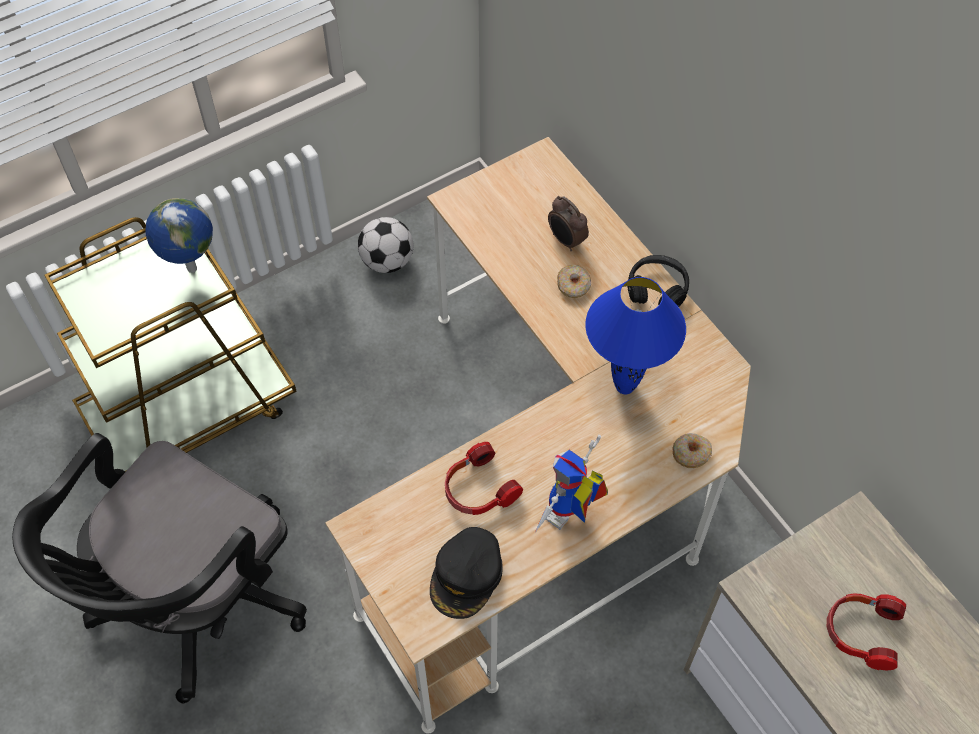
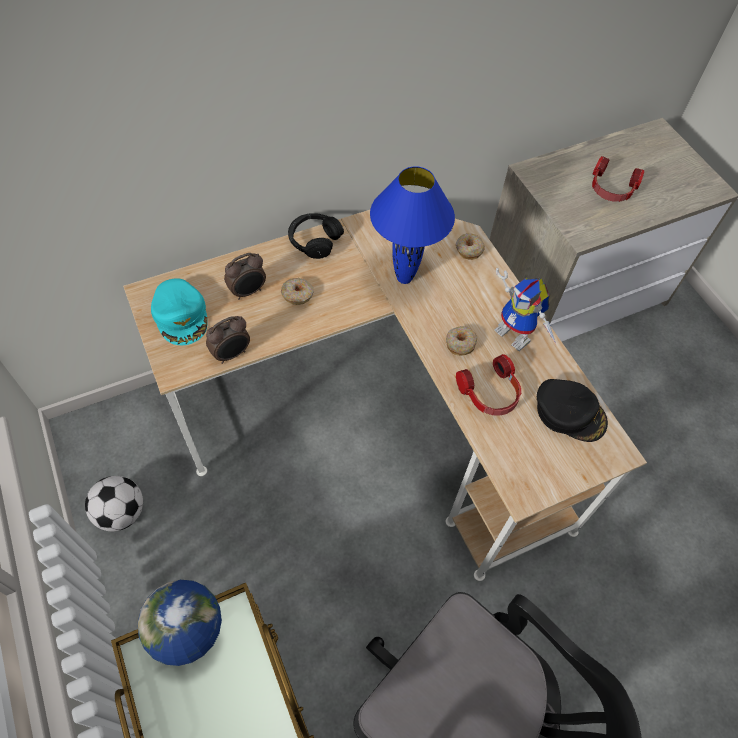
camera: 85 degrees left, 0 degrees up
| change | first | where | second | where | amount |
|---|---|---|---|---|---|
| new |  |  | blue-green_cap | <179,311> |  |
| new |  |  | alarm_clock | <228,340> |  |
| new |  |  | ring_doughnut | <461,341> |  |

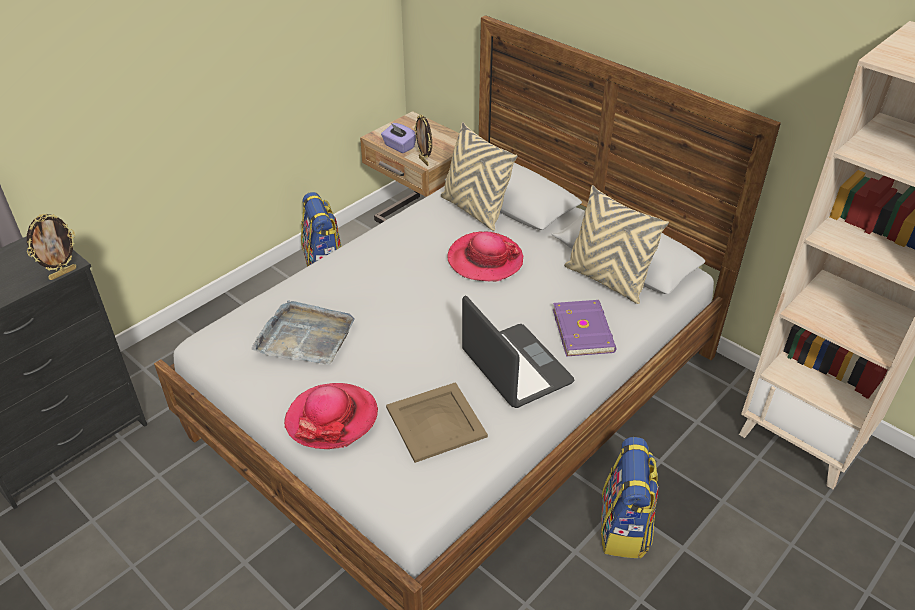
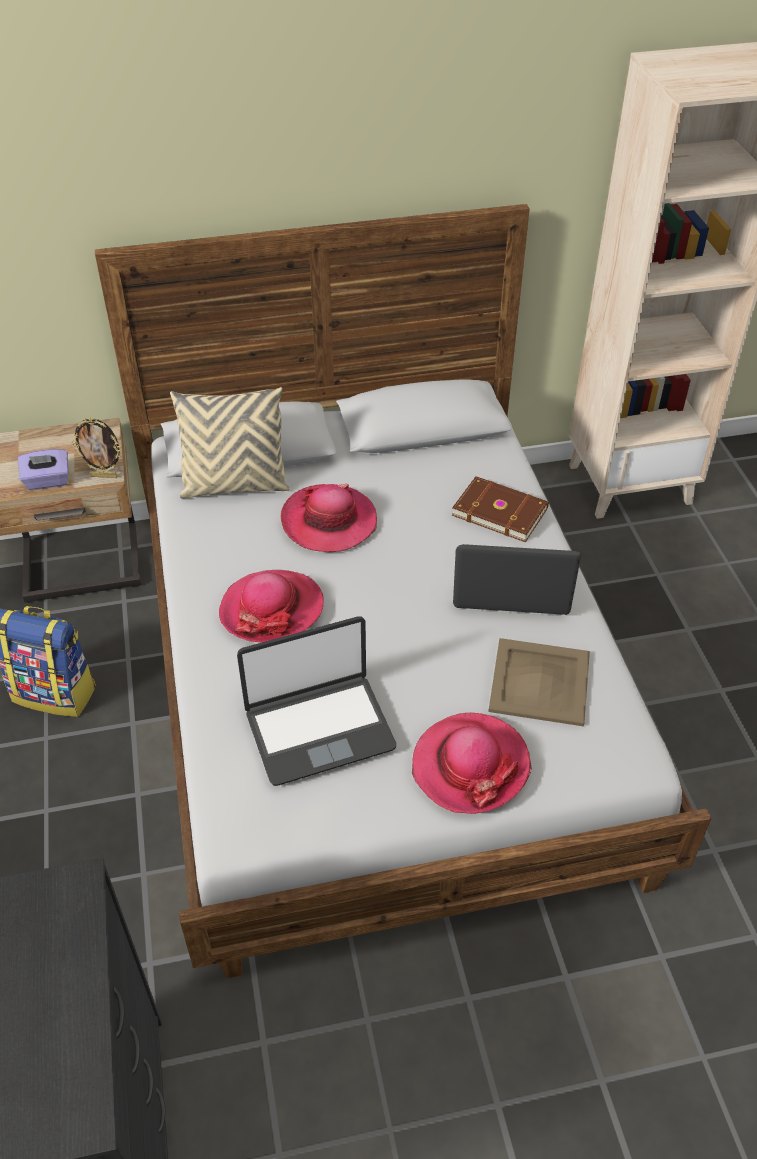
camera: 55 degrees left, 5 degrees up
| change | first | where | second | where | amount |
|---|---|---|---|---|---|
| gone | photo_frame | <51,247> |  |  |  |
| gone | beige-coloured_pillow | <616,244> |  |  |  |
| gone | rucksack | <630,498> |  |  |  |
| new |  |  | hat | <271,606> |  |
| swapped | grey_carrying_tray | <303,332> | portable_computer | <316,701> |  |
| repainted | purple-coloured_book | <584,328> | brown_book | <500,509> |  |

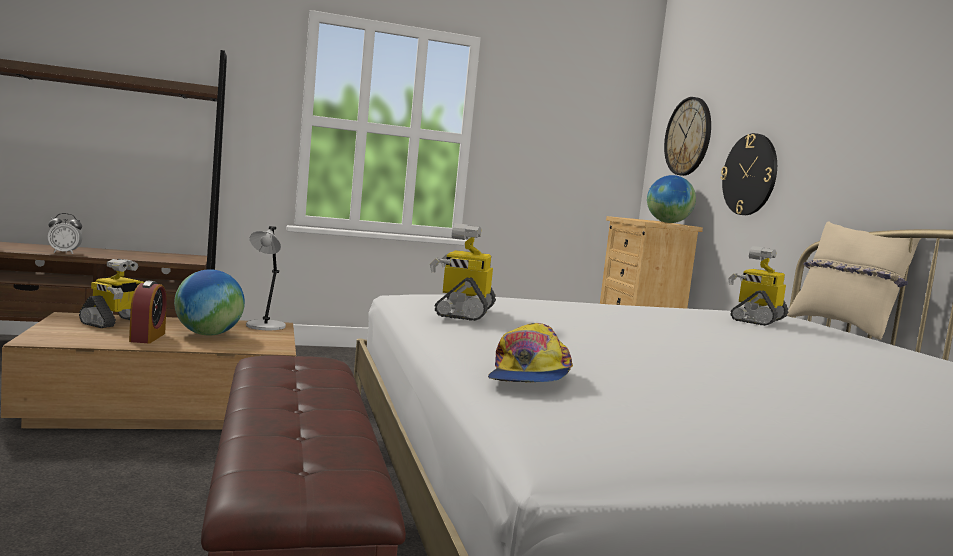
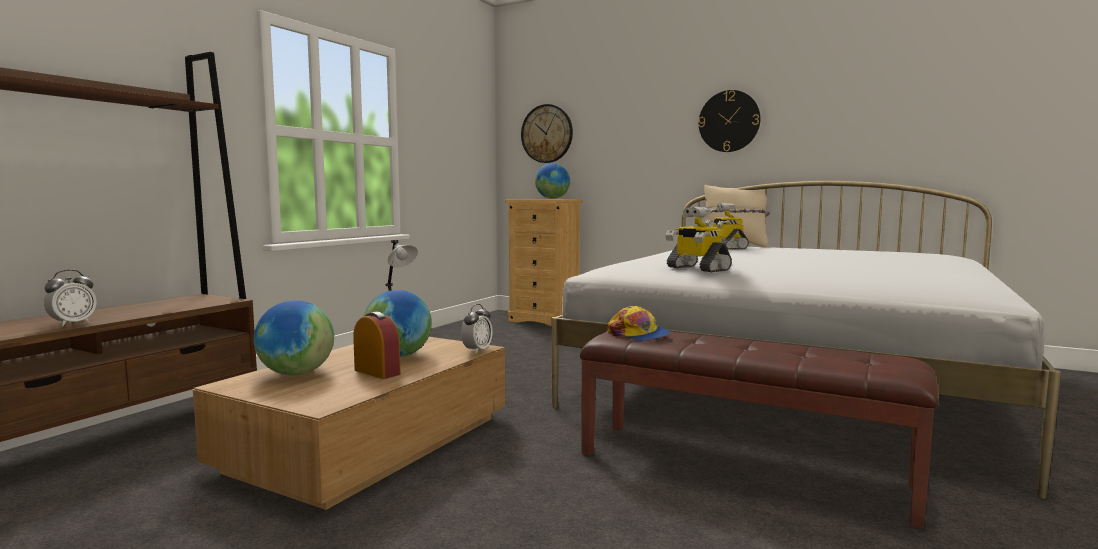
camera: 45 degrees left, 0 degrees up
| change | first | where | second | where | amount |
|---|---|---|---|---|---|
| new |  |  | alarm_clock | <477,328> |  |
| shifted | cap | <530,352> |  | <638,324> |  |
| shifted | wall_clock | <748,174> |  | <730,121> |  |
| swapped | robot_figure | <111,293> | world_globe | <294,338> |  |

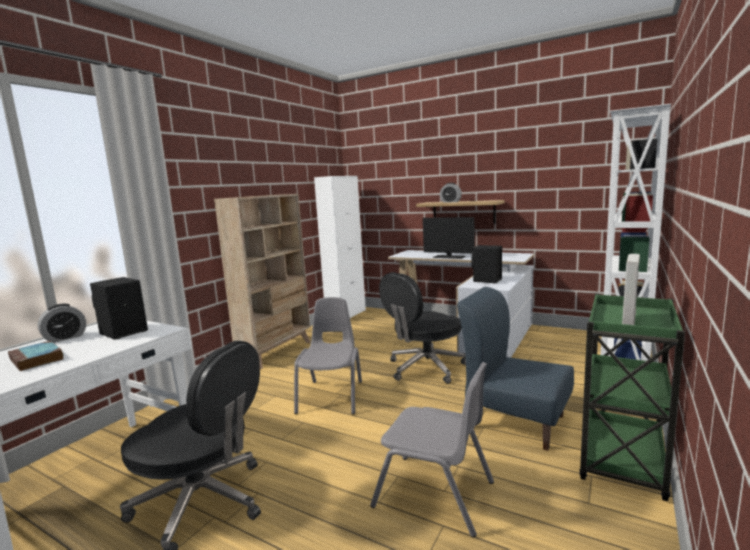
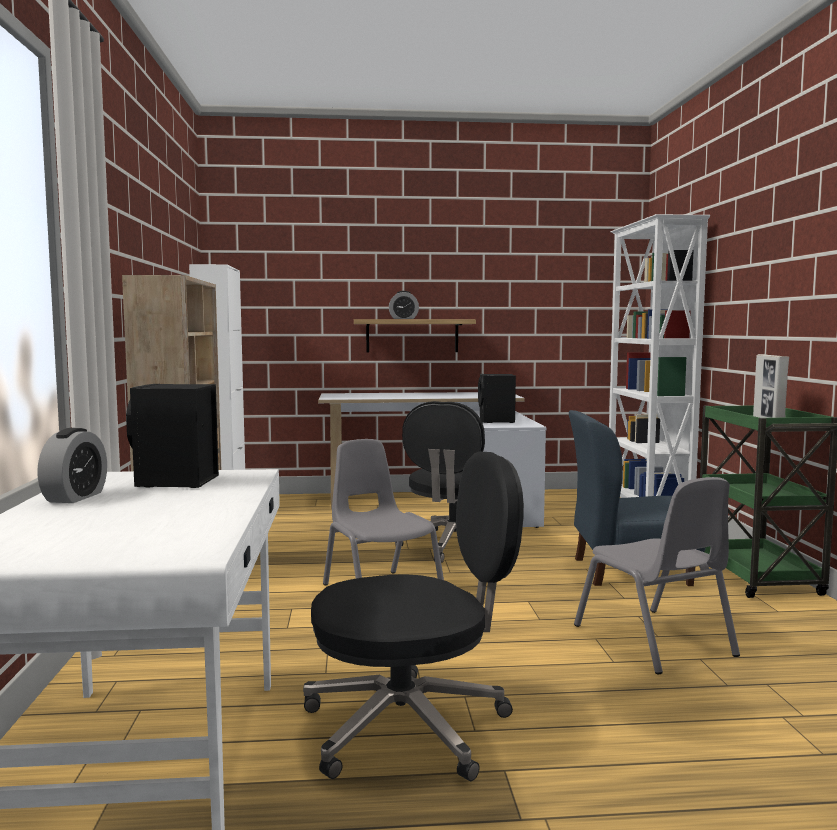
camera: 35 degrees left, 5 degrees down
| change | first | where | second | where | amount |
|---|---|---|---|---|---|
| gone | book | <35,356> |  |  |  |
| gone | computer_screen | <449,238> |  |  |  |
| rotated | grey_plain_chair | <432,449> |  | <657,575> | 75 degrees clockwise |

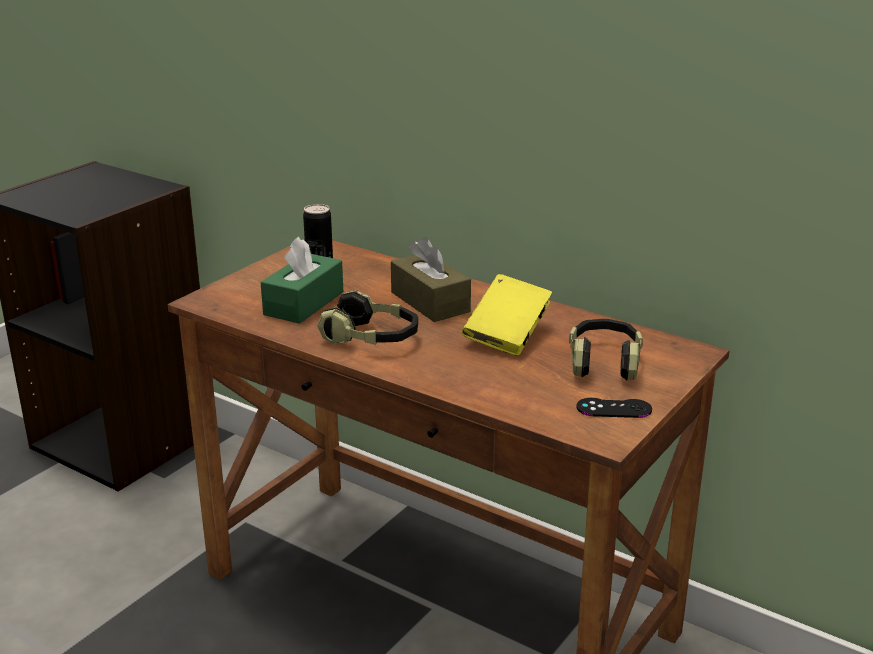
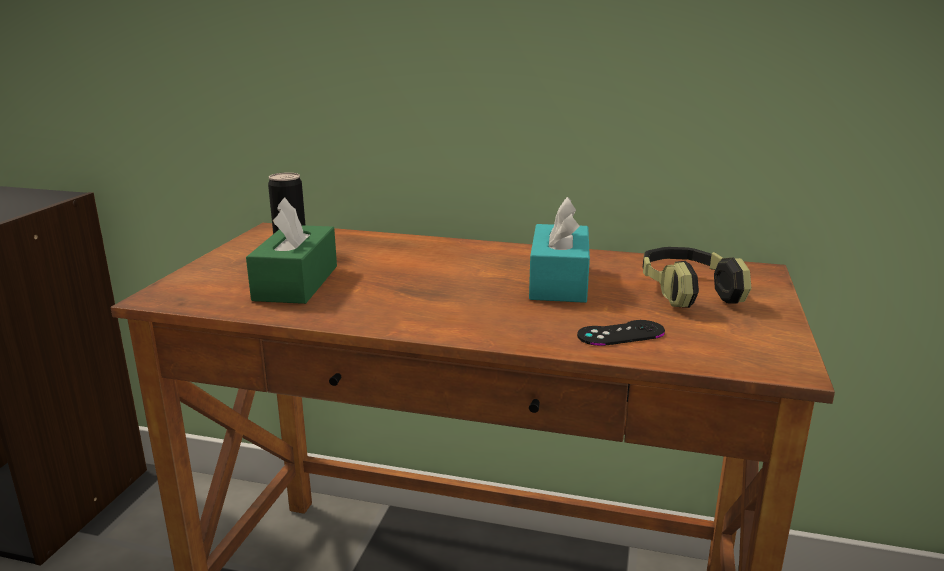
camera: 20 degrees left, 5 degrees down
| change | first | where | second | where | amount |
|---|---|---|---|---|---|
| gone | headphones | <367,317> |  |  |  |
| gone | brown_box_of_tissues | <431,279> |  |  |  |
| shifted | black_gamepad | <614,408> |  | <621,333> |  |
| swapped | yellowish_book | <507,315> | blue-green_box_of_tissues | <559,250> |  |

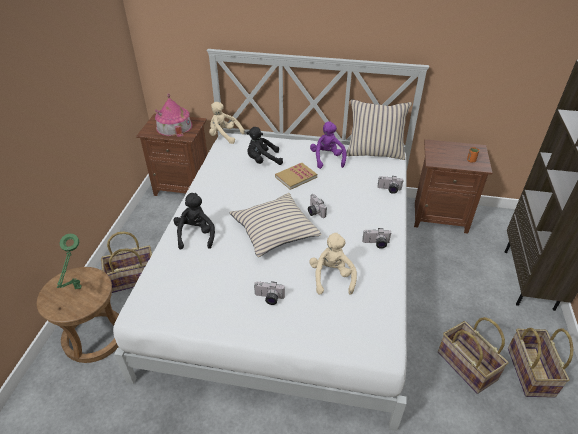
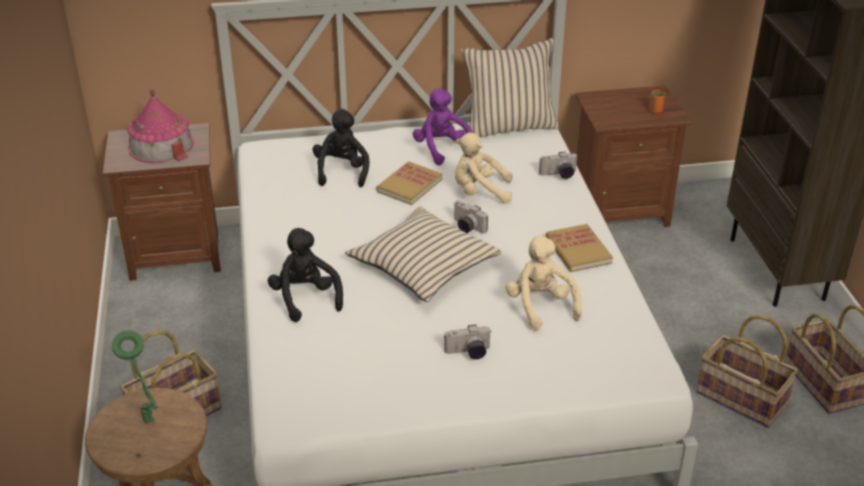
camera: 20 degrees left, 5 degrees down
| change | first | where | second | where | amount |
|---|---|---|---|---|---|
| shifted | beige-coloured_plush_toy | <227,123> |  | <484,168> |  |
| swapped | photo_camera | <376,238> | book | <579,248> |  |
| rotated | black_plush_toy | <264,146> |  | <341,148> | 120 degrees clockwise |

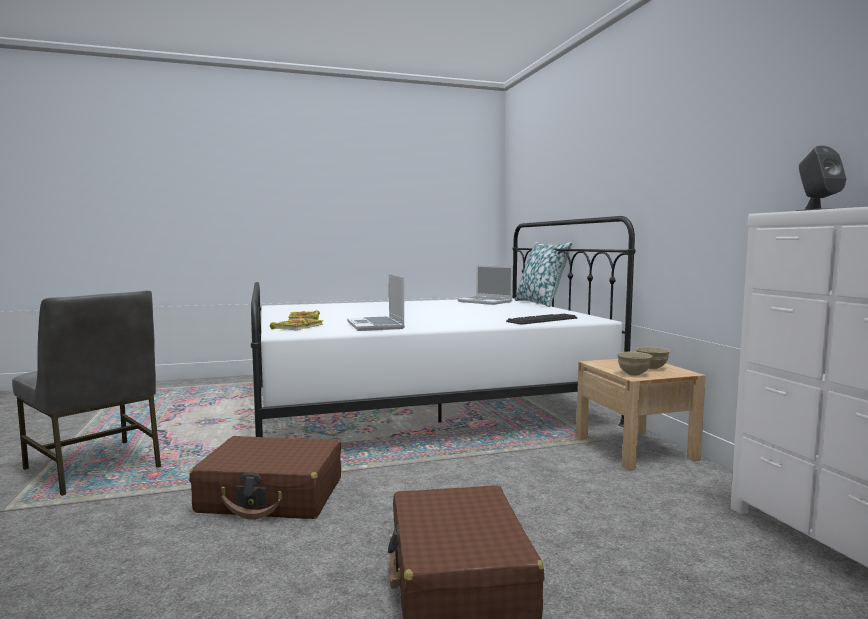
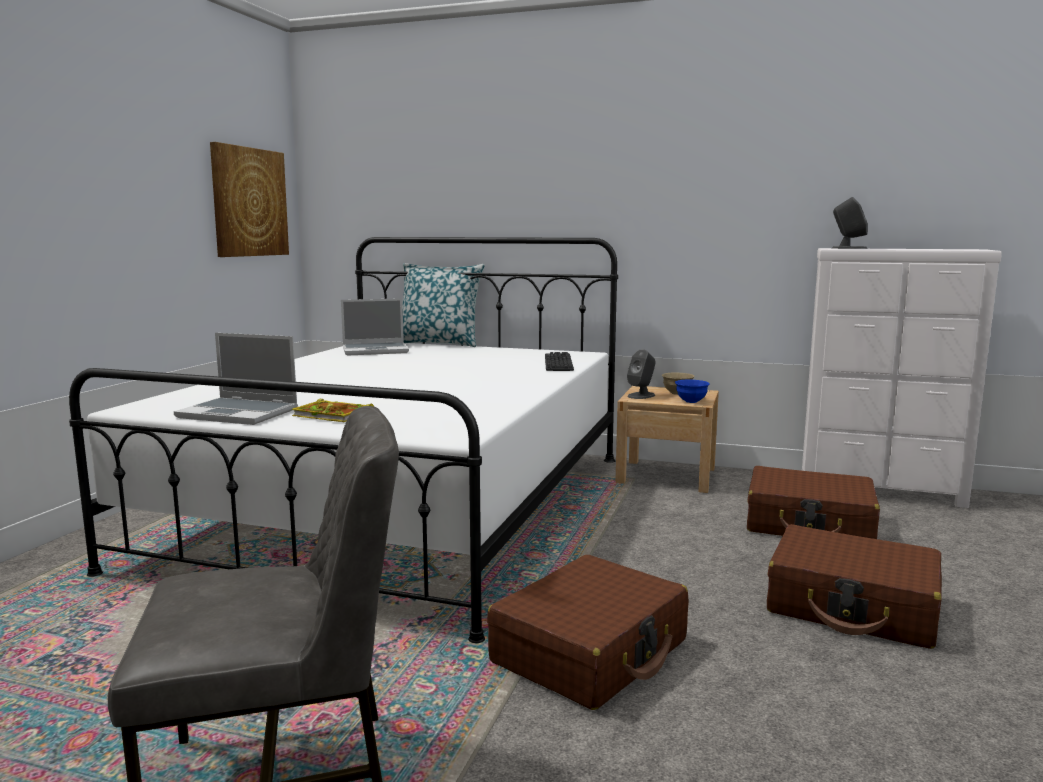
camera: 55 degrees left, 5 degrees up
| change | first | where | second | where | amount |
|---|---|---|---|---|---|
| gone | book | <296,323> |  |  |  |
| new |  |  | wall_art | <249,199> |  |
| new |  |  | grey_loudspeaker | <641,374> |  |
| new |  |  | brown_piece_of_luggage | <813,502> |  |
| shifted | portable_computer | <376,302> |  | <236,379> |  |
| repainted | beige-coloured_bowl | <634,364> | bluish_bowl | <692,391> |  |

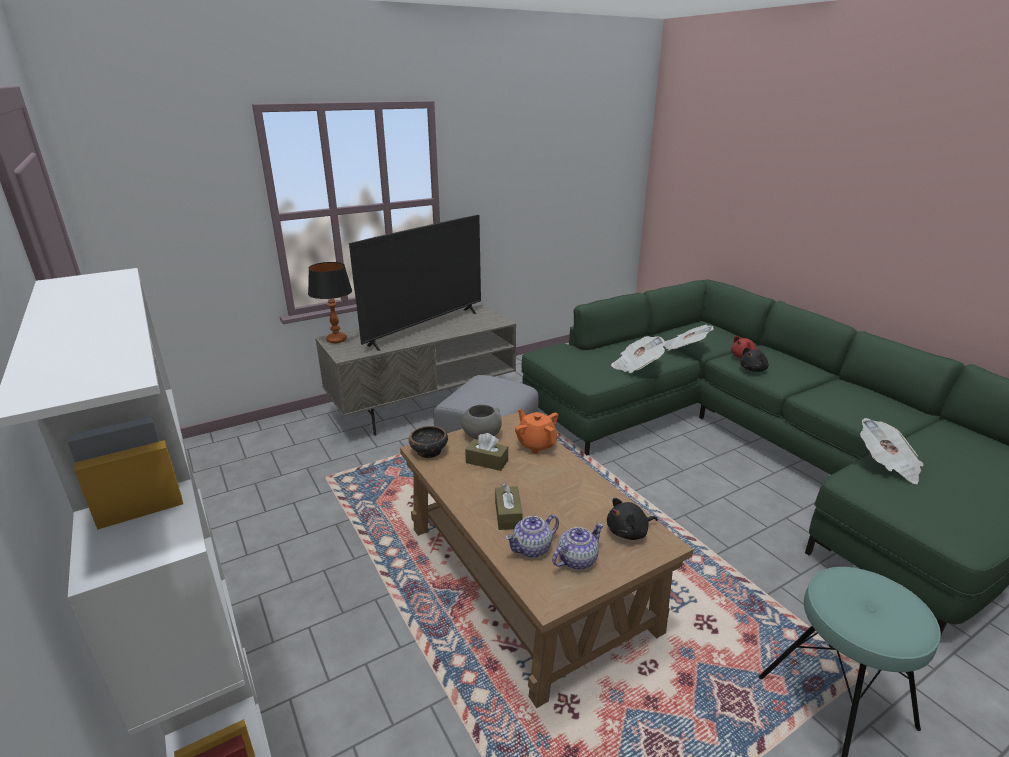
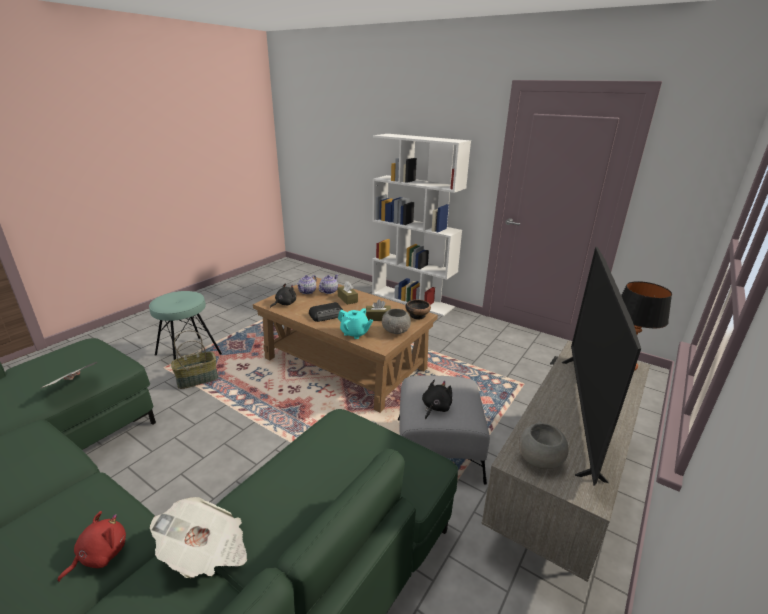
camera: 155 degrees right, 0 degrees up
| change | first | where | second | where | amount |
|---|---|---|---|---|---|
| gone | printed_paper | <638,354> |  |  |  |
| new |  |  | household_basket | <194,359> |  |
| new |  |  | radio_set | <326,312> |  |
| new |  |  | grey_bowl | <544,445> |  |
| shifted | black_plush_toy | <754,359> |  | <437,399> |  |
| repainted | orange-coloured_tea_pot | <536,431> | blue-green_tea_pot | <355,323> |  |

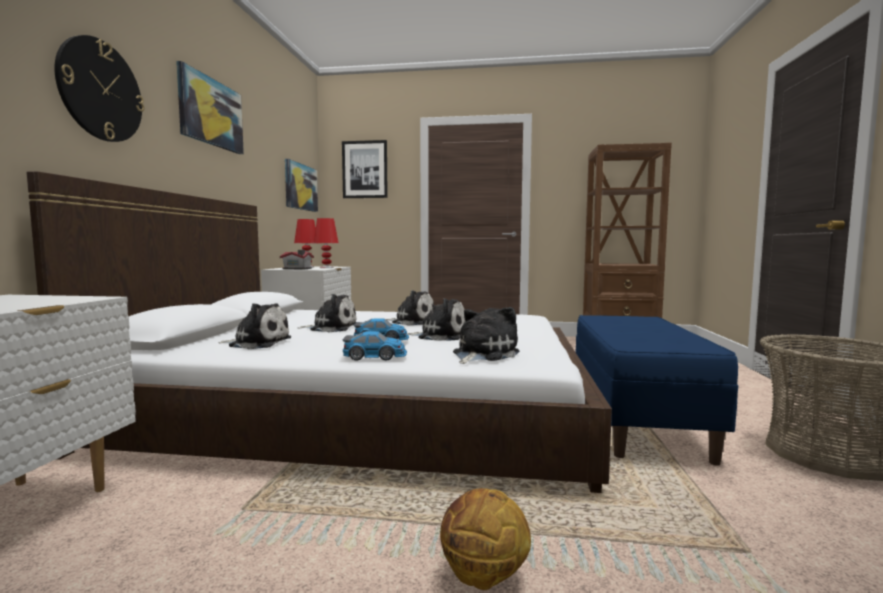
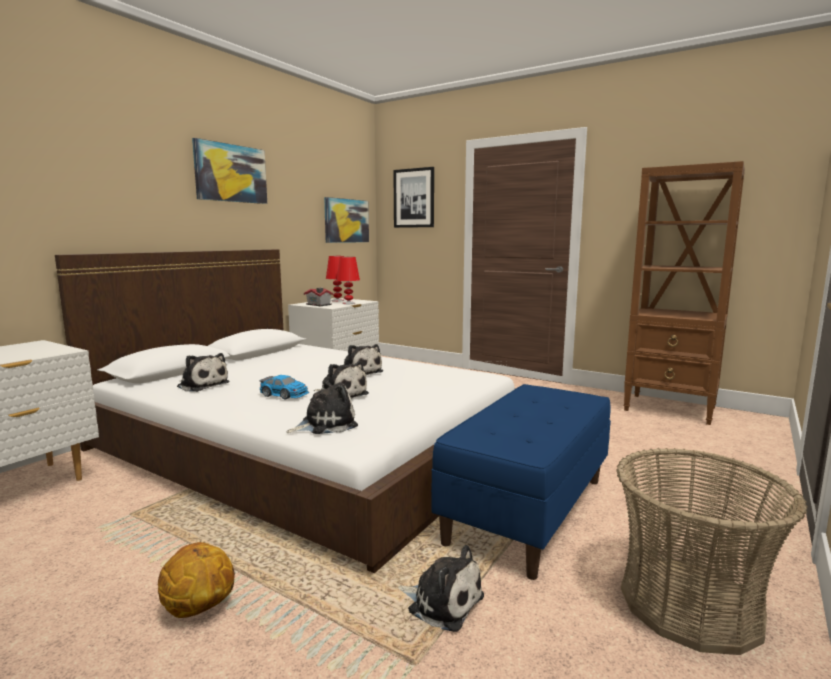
camera: 25 degrees right, 5 degrees up
| change | first | where | second | where | amount |
|---|---|---|---|---|---|
| gone | wall_clock | <99,88> |  |  |  |
| gone | model_car | <375,346> |  |  |  |
| shifted | plush_toy | <327,313> |  | <441,588> |  |

